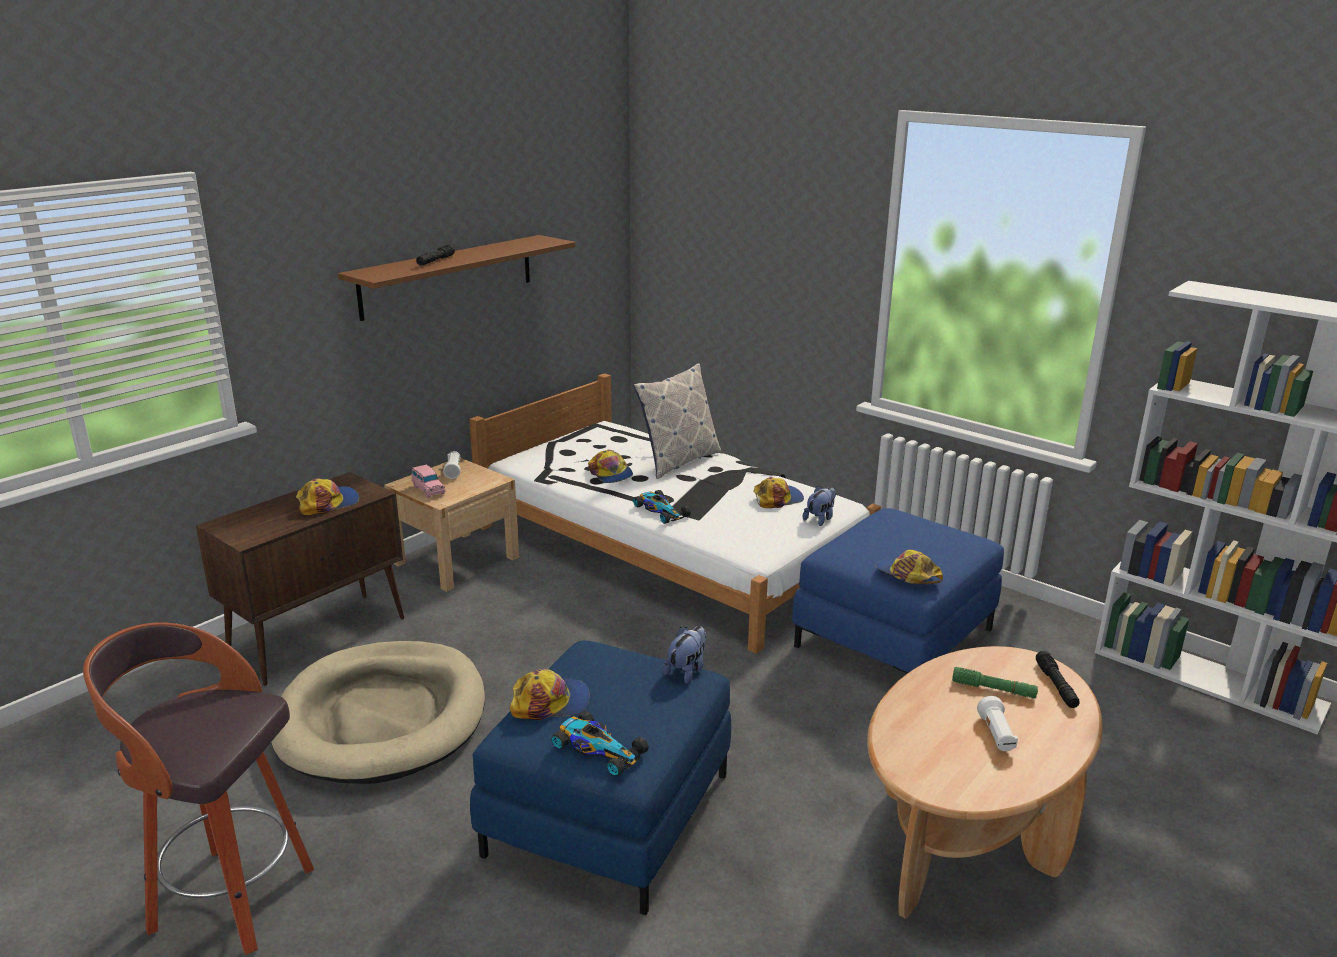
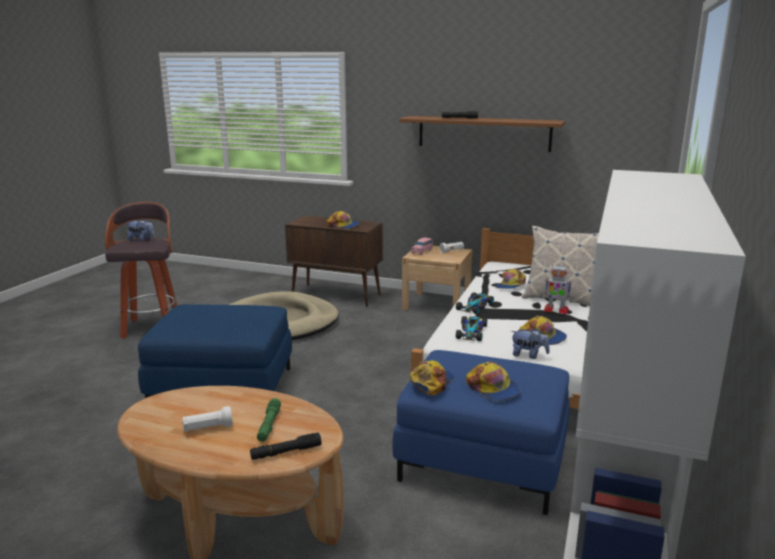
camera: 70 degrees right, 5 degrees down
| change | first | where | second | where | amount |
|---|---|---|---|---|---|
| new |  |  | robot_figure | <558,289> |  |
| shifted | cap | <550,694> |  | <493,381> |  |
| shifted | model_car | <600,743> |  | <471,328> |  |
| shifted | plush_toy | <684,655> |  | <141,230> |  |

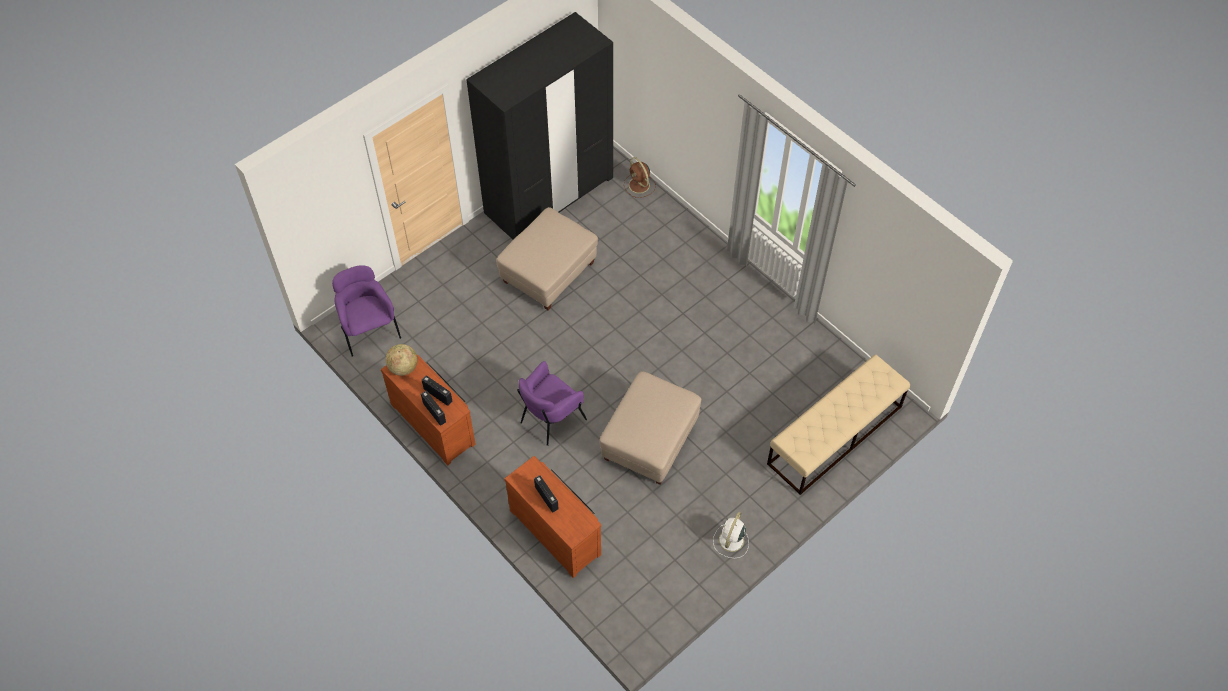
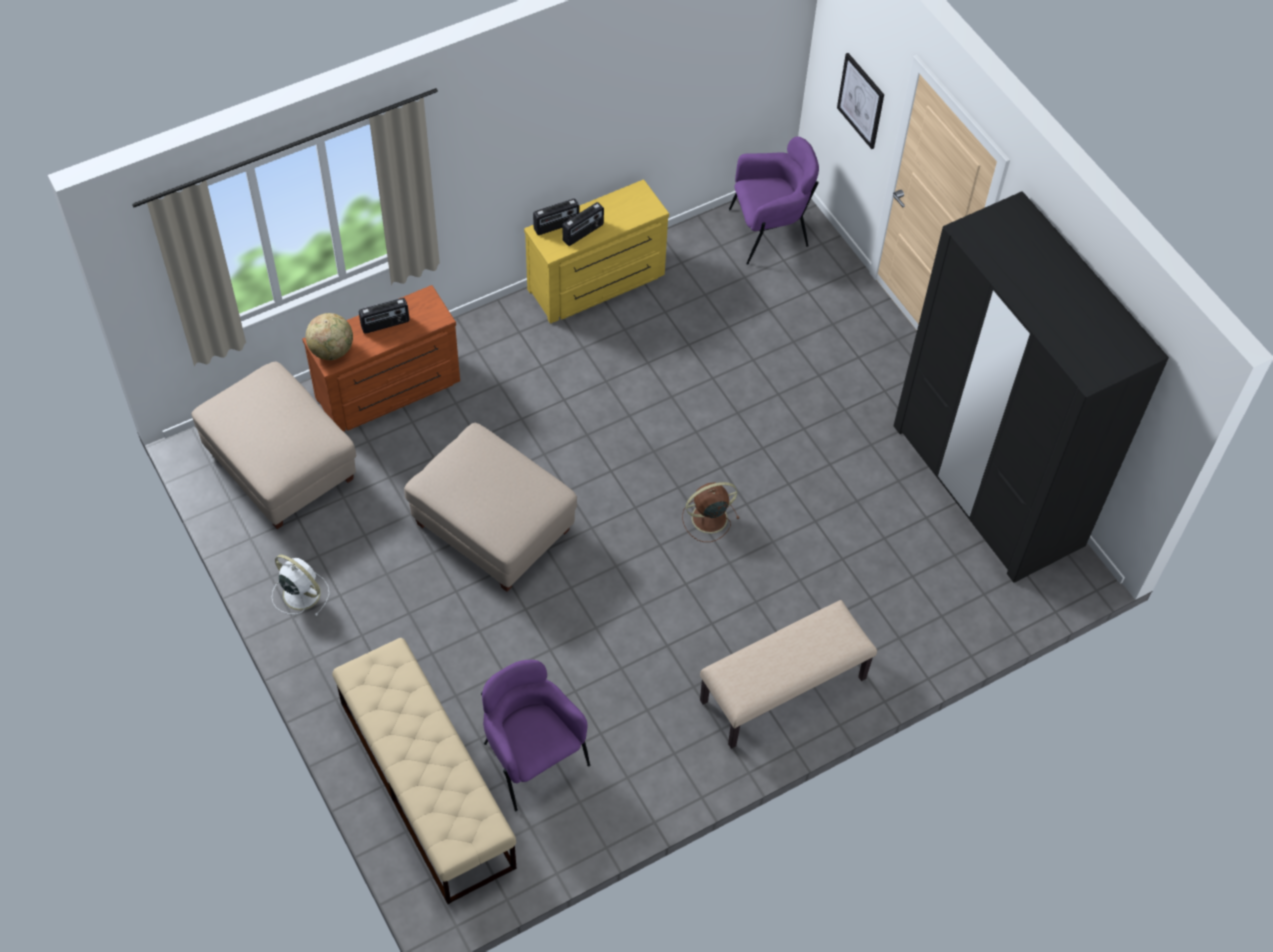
camera: 100 degrees right, 0 degrees up
| change | first | where | second | where | amount |
|---|---|---|---|---|---|
| new |  |  | beige-coloured_indoor_bench | <788,674> |  |
| new |  |  | wall_art | <860,101> |  |
| shifted | world_globe | <401,360> |  | <329,336> |  |
| shifted | beige-coloured_ottoman | <547,258> |  | <273,445> |  |
| shifted | purple-coloured_armchair | <552,403> |  | <535,735> |  |
| shifted | brown_fan | <640,177> |  | <710,512> |  |
| repainted | brown_drawer_chest | <428,410> | yellowish_drawer_chest | <596,251> |  |

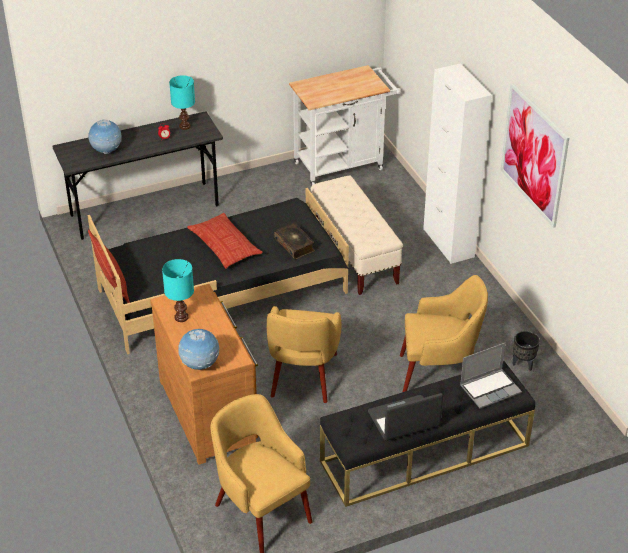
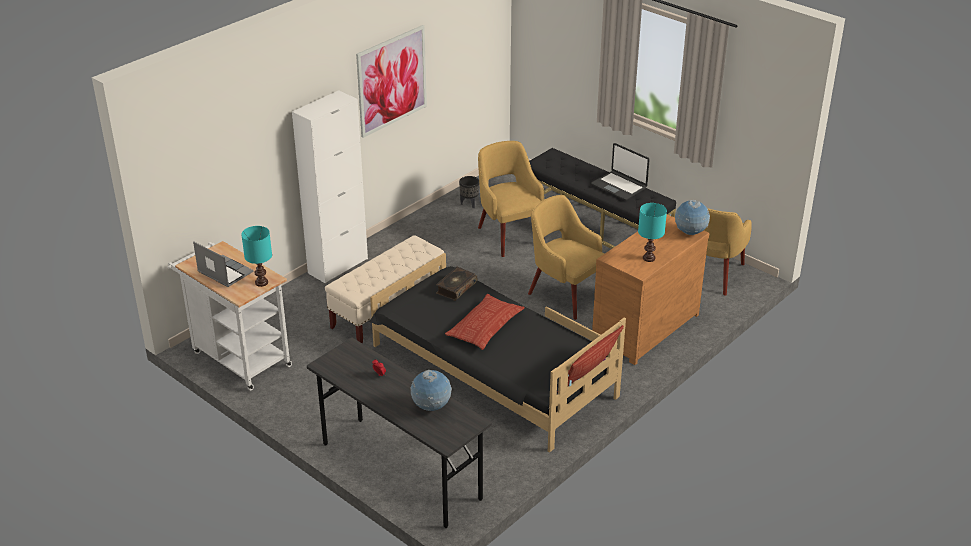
camera: 115 degrees left, 5 degrees down
| change | first | where | second | where | amount |
|---|---|---|---|---|---|
| shifted | blue-green_table_lamp | <182,102> |  | <256,256> |  |
| shifted | portable_computer | <491,376> |  | <223,264> |  |
| rotated | yellowish_armchair | <304,354> |  | <566,257> | 120 degrees counterclockwise |

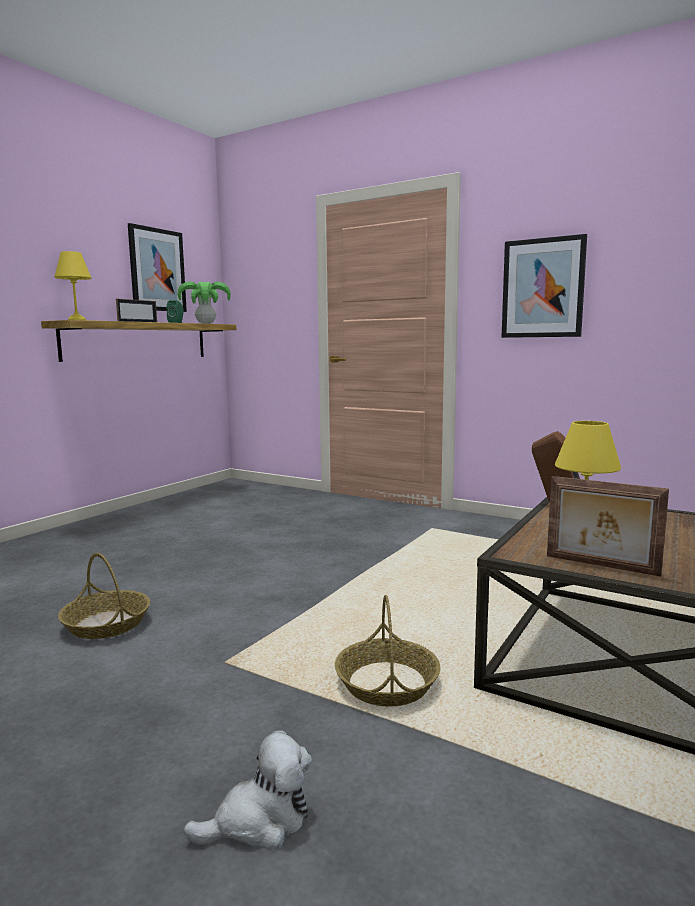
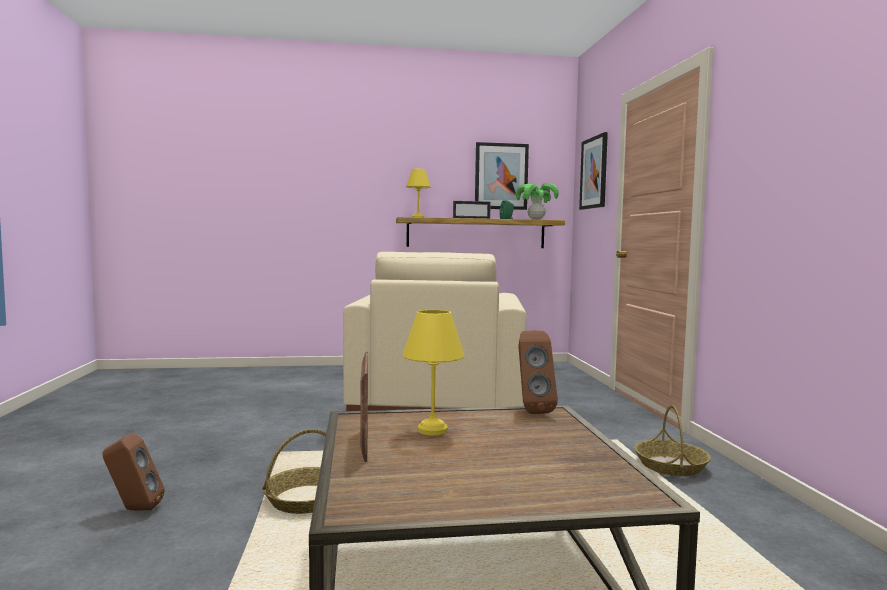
camera: 50 degrees right, 5 degrees down
| change | first | where | second | where | amount |
|---|---|---|---|---|---|
| new |  |  | beige-coloured_armchair | <434,331> |  |
| shifted | household_basket | <104,596> |  | <672,440> |  |
| shifted | wall_art | <544,286> |  | <593,171> |  |
| swapped | plush_toy | <248,790> | brown_loudspeaker | <133,471> |  |

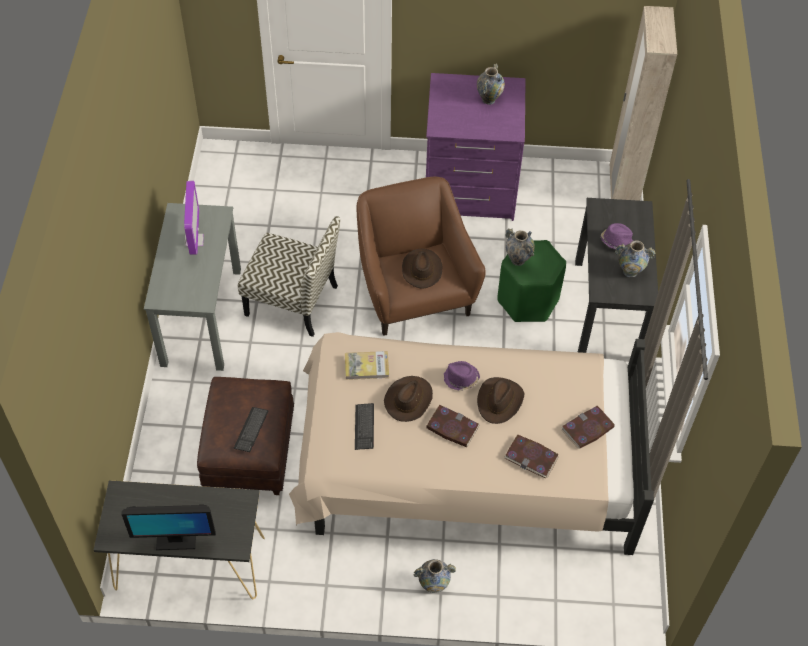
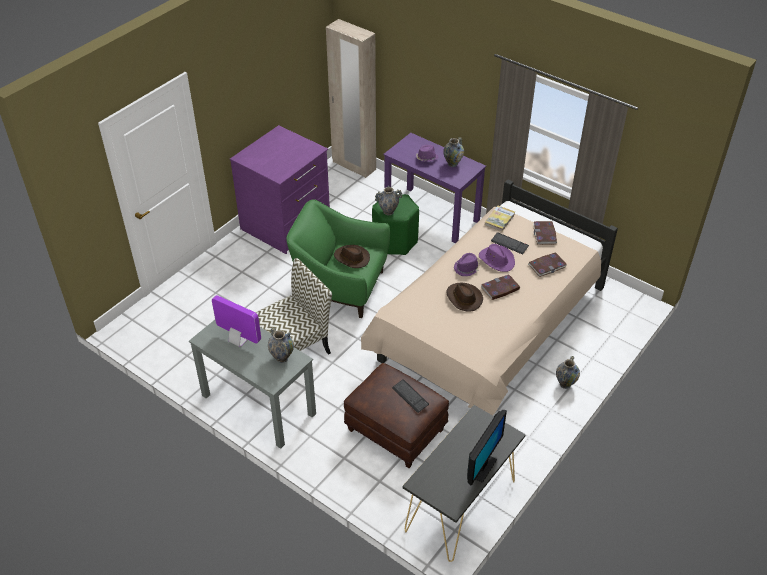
camera: 55 degrees left, 10 degrees down
| change | first | where | second | where | amount |
|---|---|---|---|---|---|
| shifted | book | <367,365> |  | <500,219> |  |
| shifted | keyboard | <364,426> |  | <510,243> |  |
| shifted | decorative_vase | <491,84> |  | <281,345> |  |
| repainted | brown_armchair | <421,256> | green_armchair | <338,258> |  |
| repainted | brown_hat | <500,400> | purple-coloured_hat | <497,258> |  |
| repainted | black_desk | <616,275> | purple-coloured_desk | <434,188> |  |

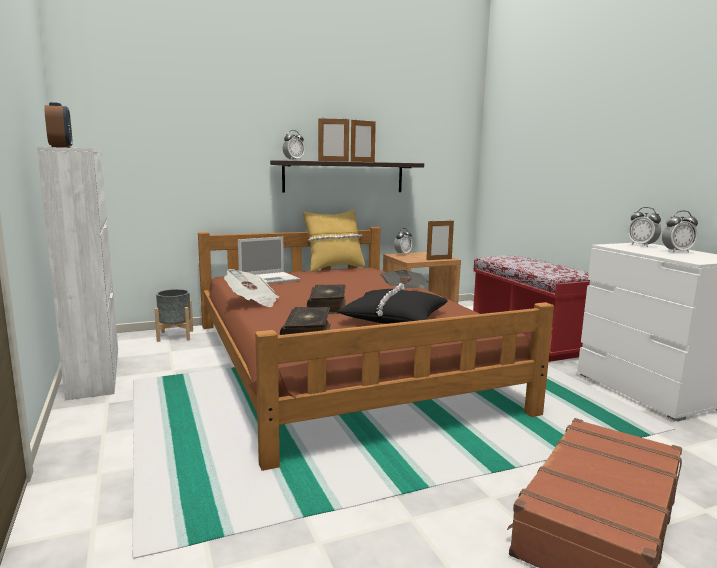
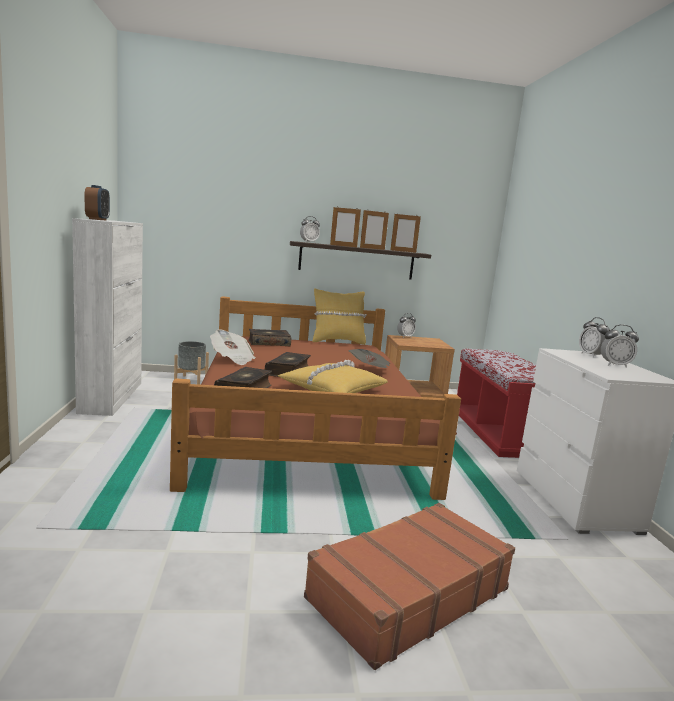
camera: 15 degrees right, 0 degrees up
| change | first | where | second | where | amount |
|---|---|---|---|---|---|
| shifted | photo_frame | <440,240> |  | <406,233> |  |
| swapped | portable_computer | <269,260> | book | <269,337> |  |
| repainted | black_pillow | <392,303> | yellowish_pillow | <333,376> |  |

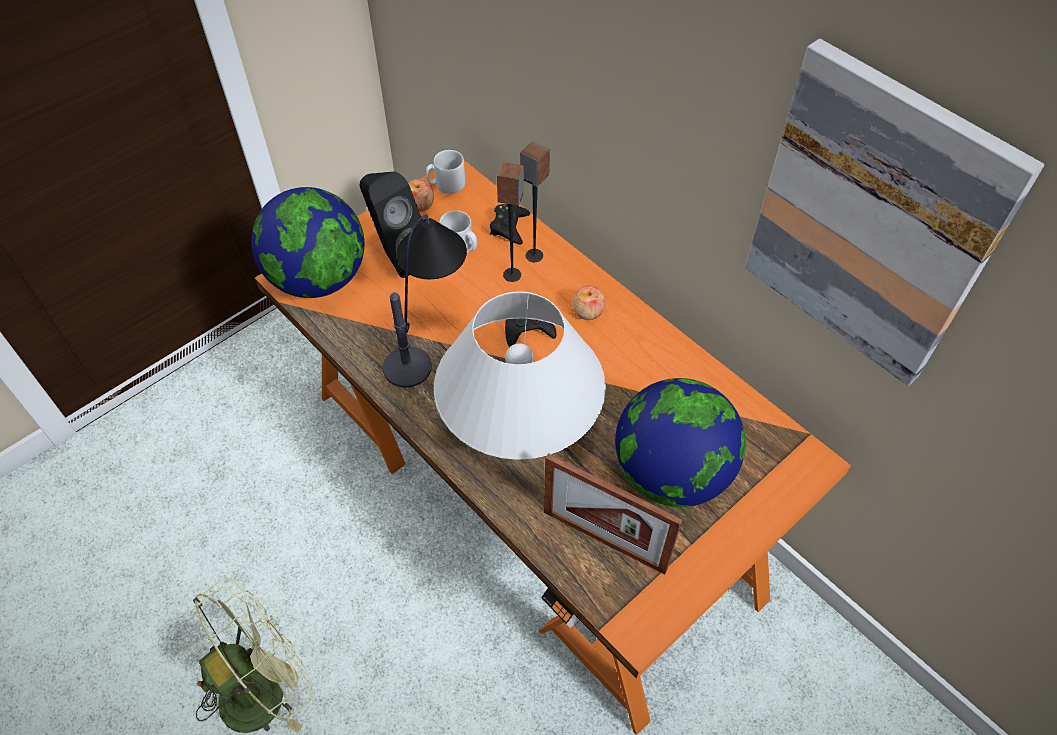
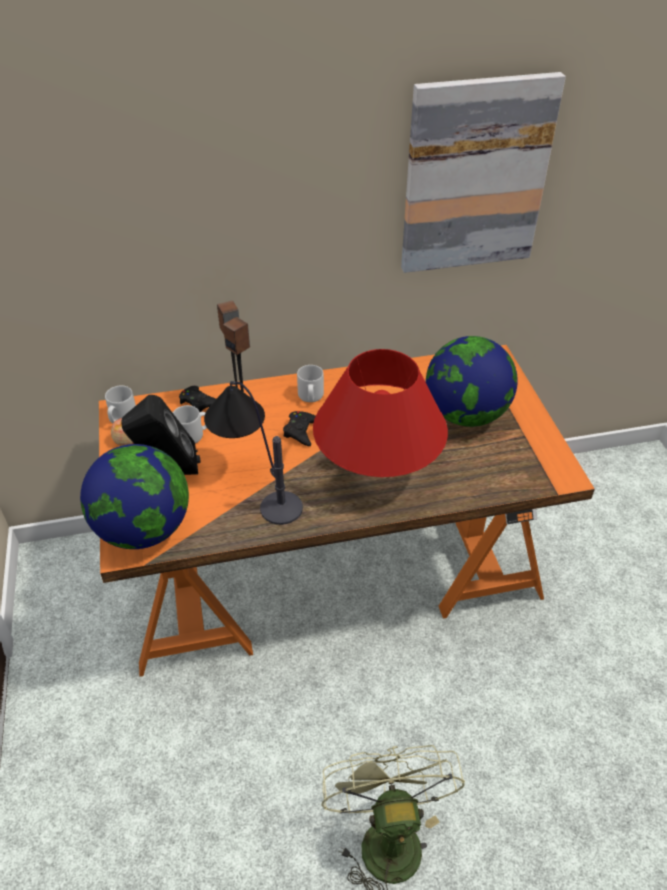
camera: 60 degrees left, 10 degrees down
| change | first | where | second | where | amount |
|---|---|---|---|---|---|
| gone | photo_frame | <613,514> |  |  |  |
| swapped | apple_fruit | <588,302> | grey_mug | <310,383> |  |
| repainted | white-coloured_table_lamp | <520,375> | red-coloured_table_lamp | <380,413> |  |

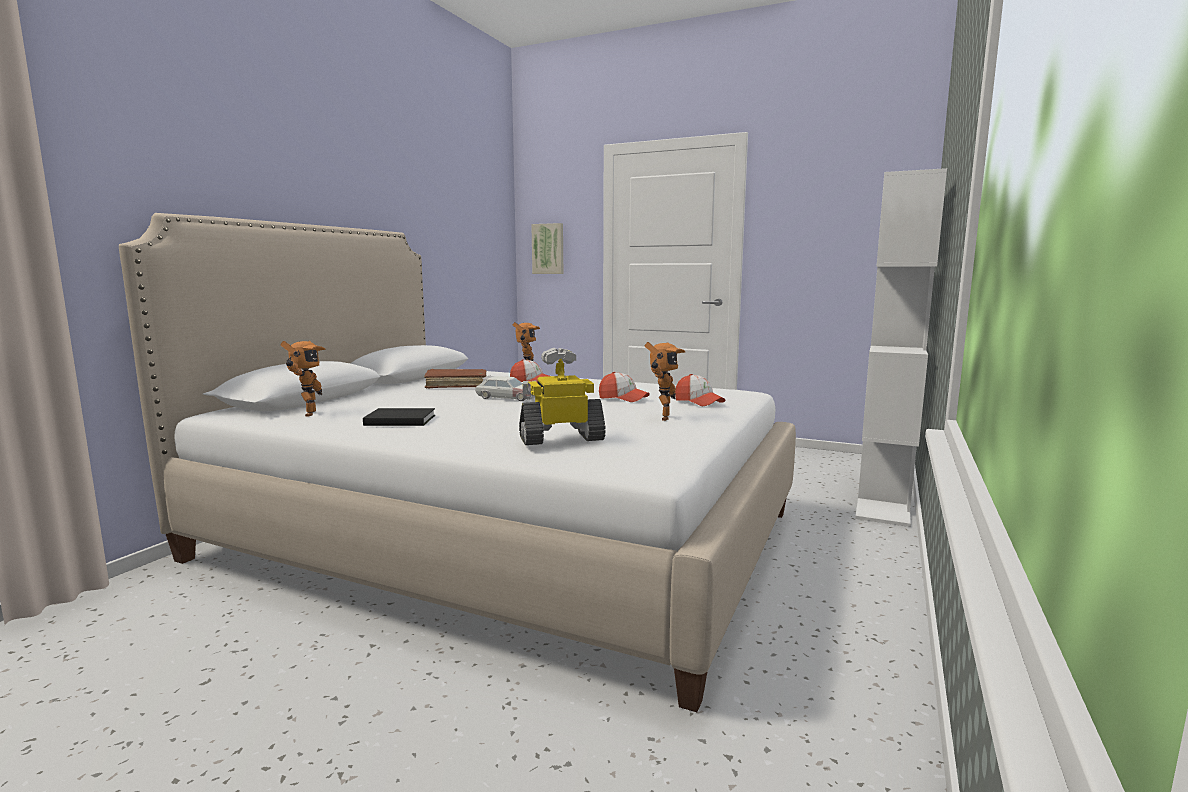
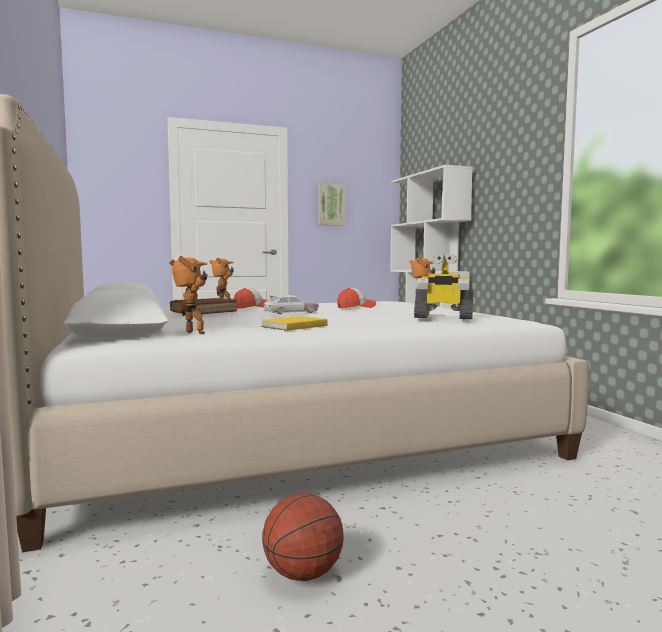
camera: 45 degrees left, 5 degrees down
| change | first | where | second | where | amount |
|---|---|---|---|---|---|
| gone | cap | <700,390> |  |  |  |
| new |  |  | basketball_ball | <302,537> |  |
| shifted | wall_art | <547,248> |  | <332,204> |  |
| repainted | black_book | <399,417> | yellowish_book | <294,323> |  |
| rotated | robot_figure | <562,396> |  | <443,286> | 105 degrees counterclockwise |

